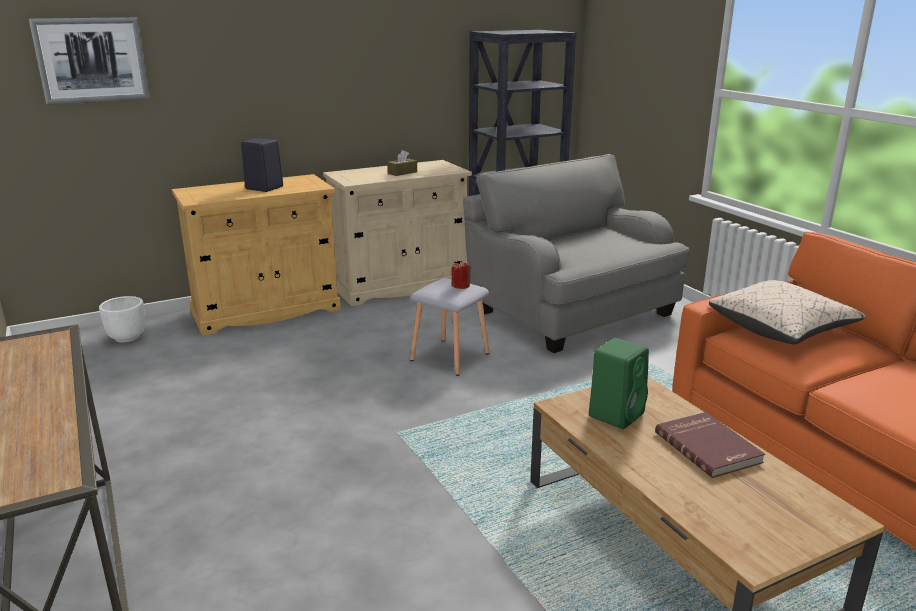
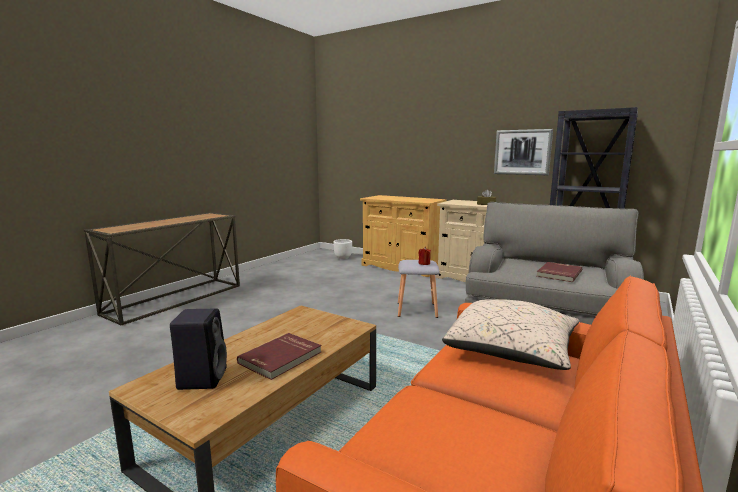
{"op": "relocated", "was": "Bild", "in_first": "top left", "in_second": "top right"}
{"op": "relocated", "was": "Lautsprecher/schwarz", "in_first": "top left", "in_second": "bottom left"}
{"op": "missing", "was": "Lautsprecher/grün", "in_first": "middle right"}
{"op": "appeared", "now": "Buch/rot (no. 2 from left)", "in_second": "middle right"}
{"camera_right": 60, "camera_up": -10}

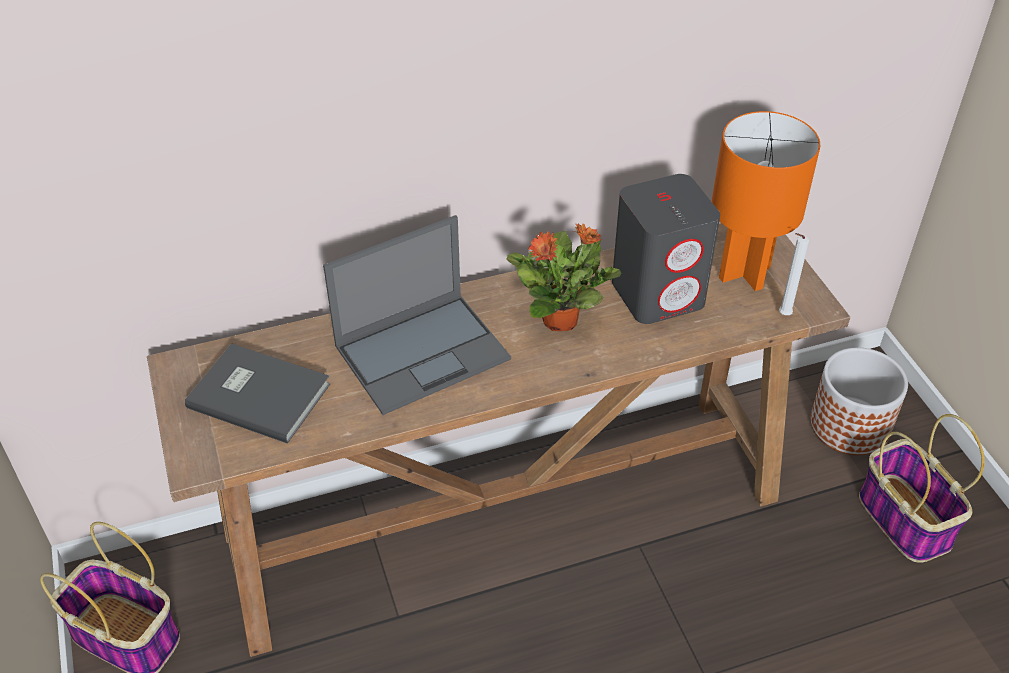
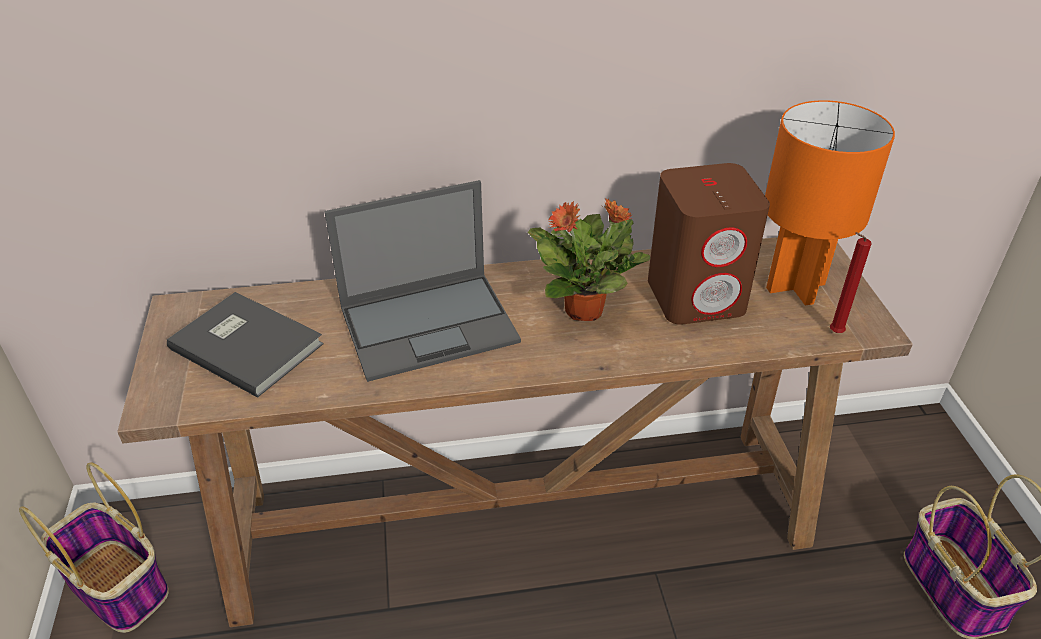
{"op": "colour", "was": "Lautsprecher/grau", "now": "Lautsprecher/braun", "in_first": "centre", "in_second": "middle right"}
{"op": "colour", "was": "Kerze/weiß", "now": "Kerze/rot", "in_first": "middle right", "in_second": "middle right"}
{"op": "missing", "was": "Pflanzkübel", "in_first": "middle right"}
{"camera_right": 10, "camera_up": -5}

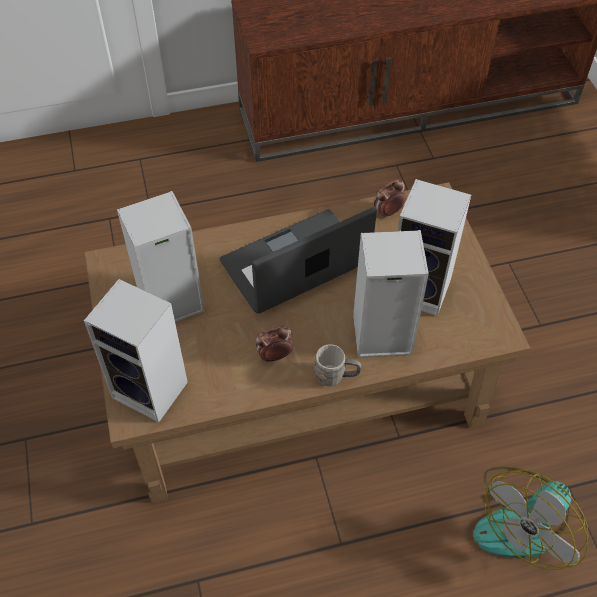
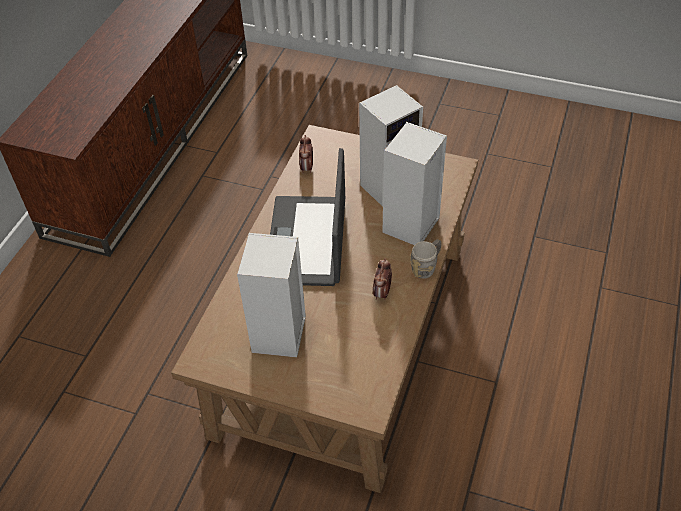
{"op": "missing", "was": "Lautsprecher (no. 1 from left)", "in_first": "middle left"}
{"op": "missing", "was": "Ventilator", "in_first": "bottom right"}
{"camera_right": -55, "camera_up": -5}

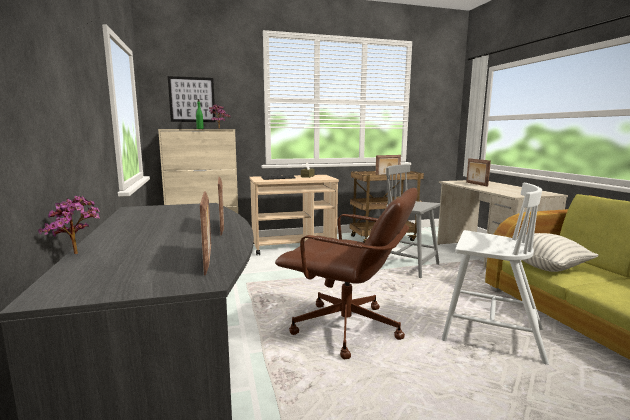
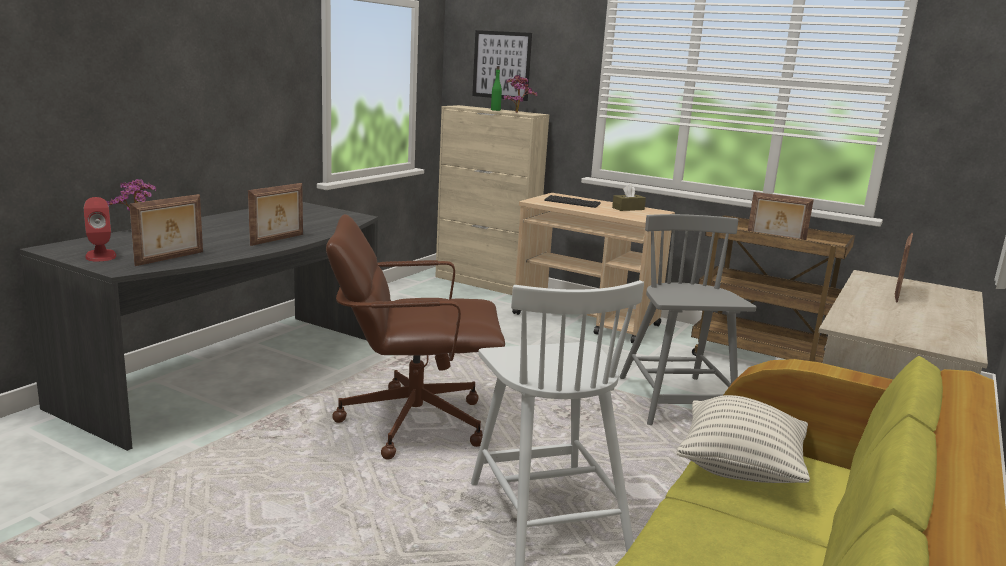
{"op": "spun", "was": "Bürostuhl/braun", "in_first": "centre", "in_second": "centre", "clockwise": 105}
{"op": "appeared", "now": "Lautsprecher/rot", "in_second": "middle left"}
{"camera_right": 45, "camera_up": 5}

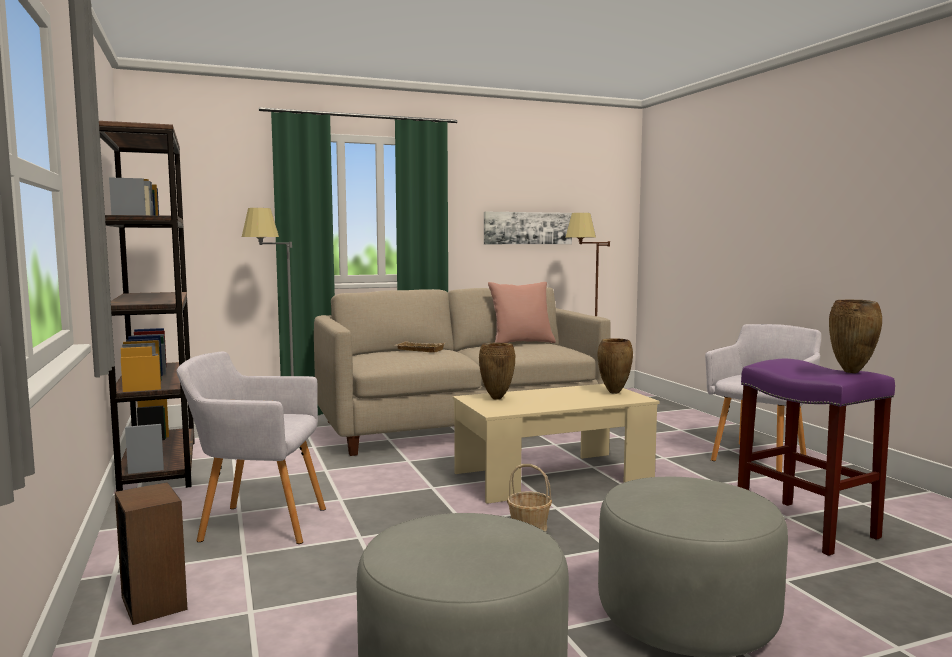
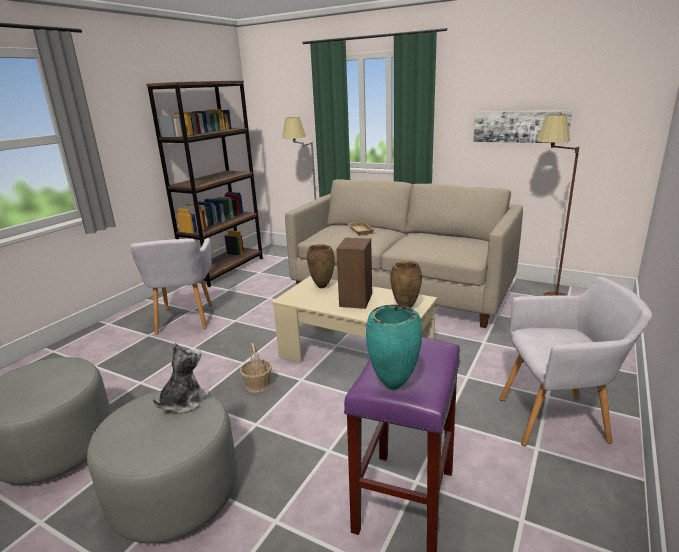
{"op": "relocated", "was": "Lautsprecher", "in_first": "bottom left", "in_second": "centre"}
{"op": "spun", "was": "Sessel/grau (no. 1 from left)", "in_first": "bottom left", "in_second": "middle left", "clockwise": -150}
{"op": "missing", "was": "Kissen/rosa", "in_first": "centre"}
{"op": "colour", "was": "Vase/braun (no. 3 from left)", "now": "Vase/türkis", "in_first": "middle right", "in_second": "centre"}
{"op": "appeared", "now": "Plüschtier", "in_second": "bottom left"}
{"camera_right": 50, "camera_up": 15}

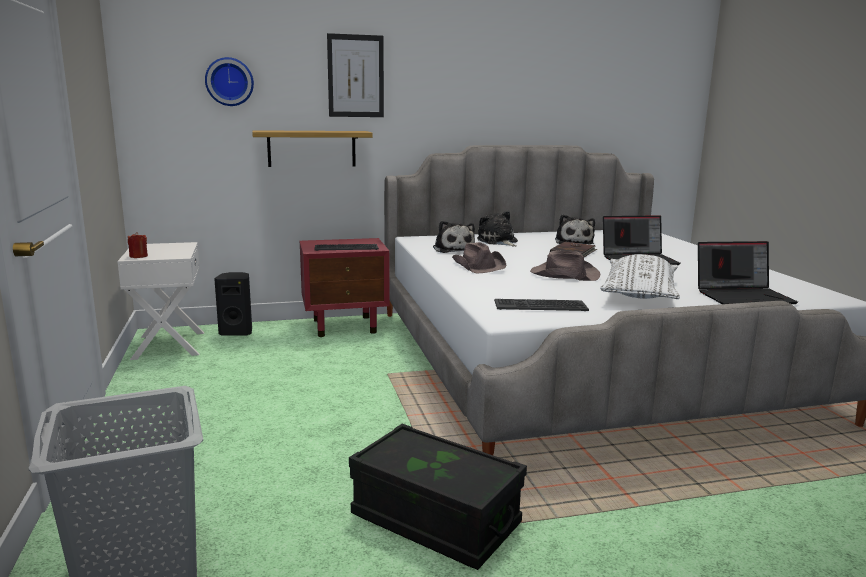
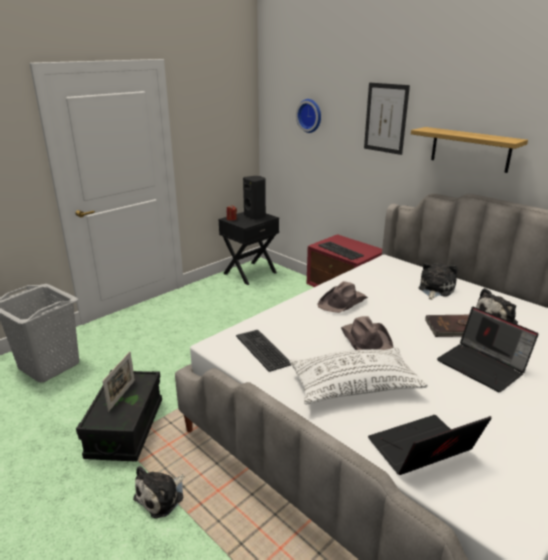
{"op": "colour", "was": "Nachttisch/weiß", "now": "Nachttisch/schwarz", "in_first": "middle left", "in_second": "centre"}
{"op": "relocated", "was": "Lautsprecher/schwarz", "in_first": "middle left", "in_second": "centre"}
{"op": "relocated", "was": "Wandregal", "in_first": "top centre", "in_second": "top right"}
{"op": "relocated", "was": "Plüschtier (no. 1 from left)", "in_first": "centre", "in_second": "bottom left"}
{"op": "spun", "was": "Laptop (no. 2 from left in the first image)", "in_first": "middle right", "in_second": "bottom right", "clockwise": 105}
{"op": "appeared", "now": "Bilderrahmen", "in_second": "bottom left"}
{"camera_right": 60, "camera_up": 10}

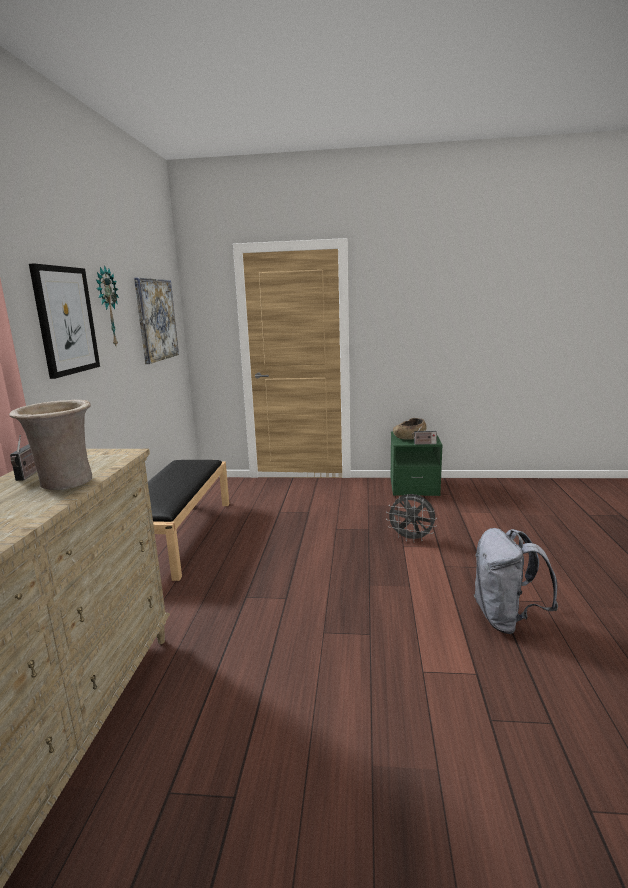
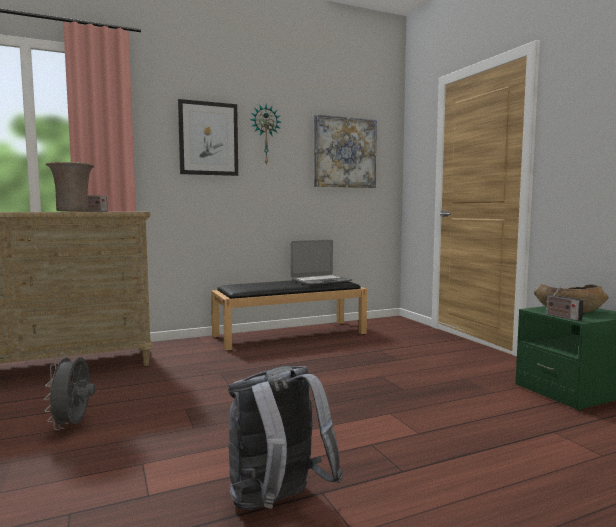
{"op": "relocated", "was": "Ventilator/grau", "in_first": "centre", "in_second": "bottom left"}
{"op": "appeared", "now": "Laptop", "in_second": "centre"}
{"camera_right": 60, "camera_up": -10}

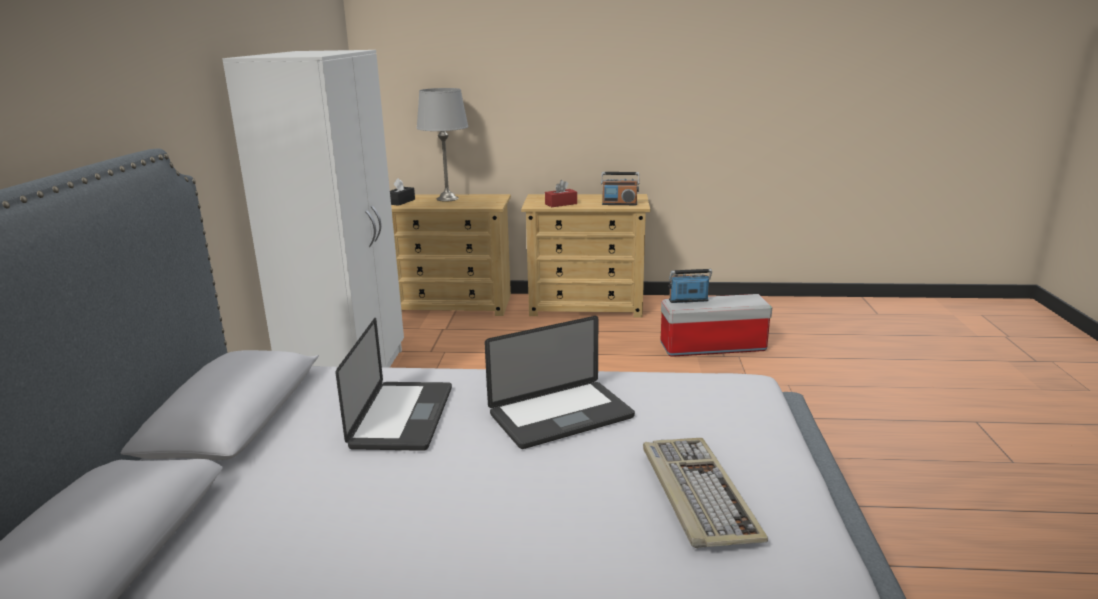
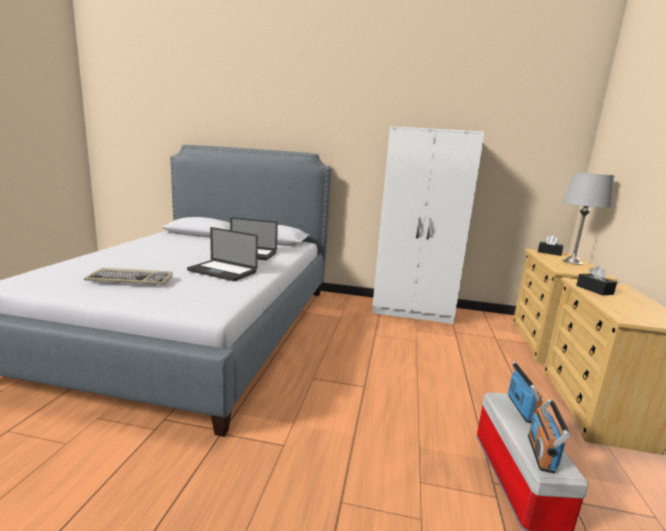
{"op": "spun", "was": "Laptop (no. 2 from left in the first image)", "in_first": "centre", "in_second": "centre", "clockwise": -45}
{"op": "colour", "was": "Taschentuchbox/rot", "now": "Taschentuchbox/schwarz (no. 2 from left)", "in_first": "top centre", "in_second": "middle right"}
{"op": "relocated", "was": "Radio (no. 1 from left in the first image)", "now": "Radio (no. 2 from left)", "in_first": "top centre", "in_second": "bottom right"}
{"camera_right": 95, "camera_up": -5}

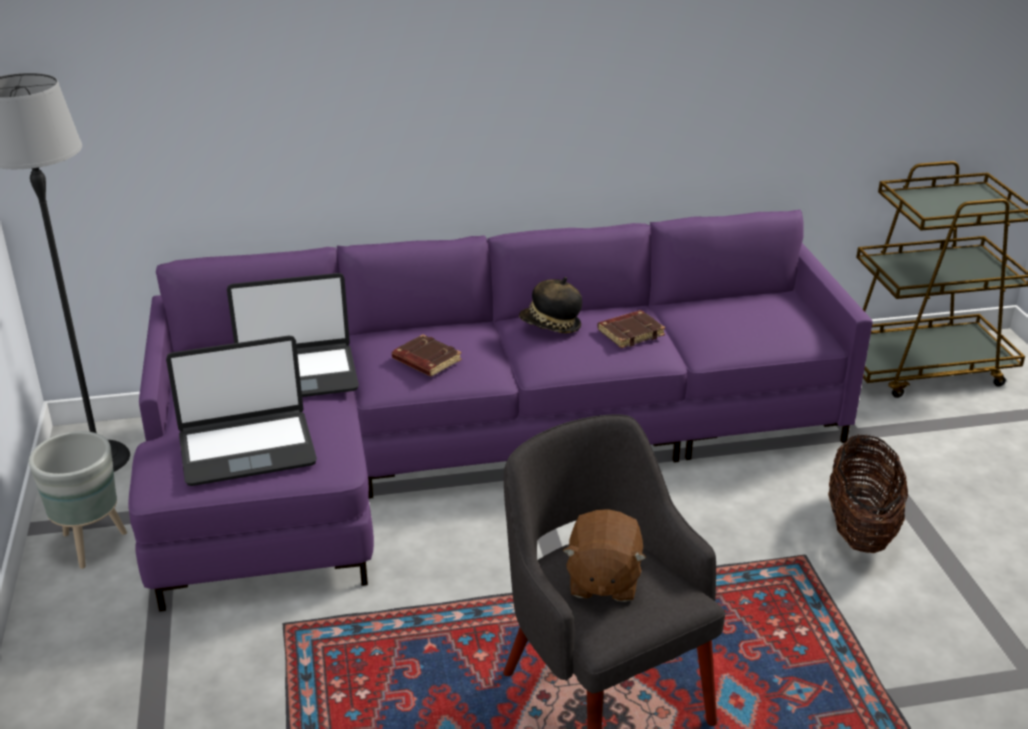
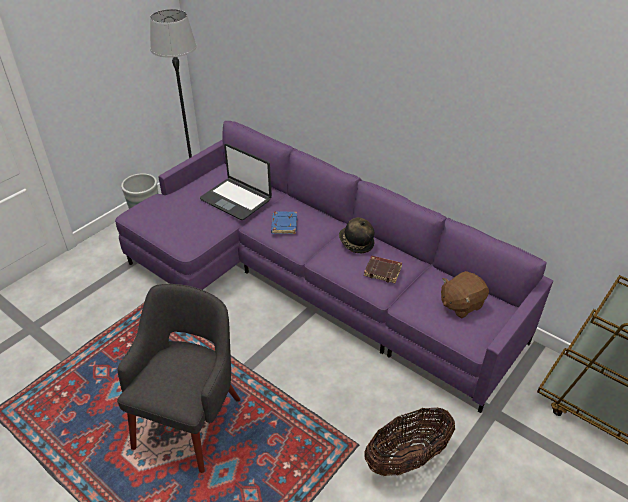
{"op": "missing", "was": "Laptop (no. 1 from left)", "in_first": "middle left"}
{"op": "colour", "was": "Buch/braun (no. 1 from left)", "now": "Buch/blau", "in_first": "centre", "in_second": "centre"}
{"op": "relocated", "was": "Plüschtier/braun", "in_first": "bottom centre", "in_second": "middle right"}
{"camera_right": 50, "camera_up": 10}

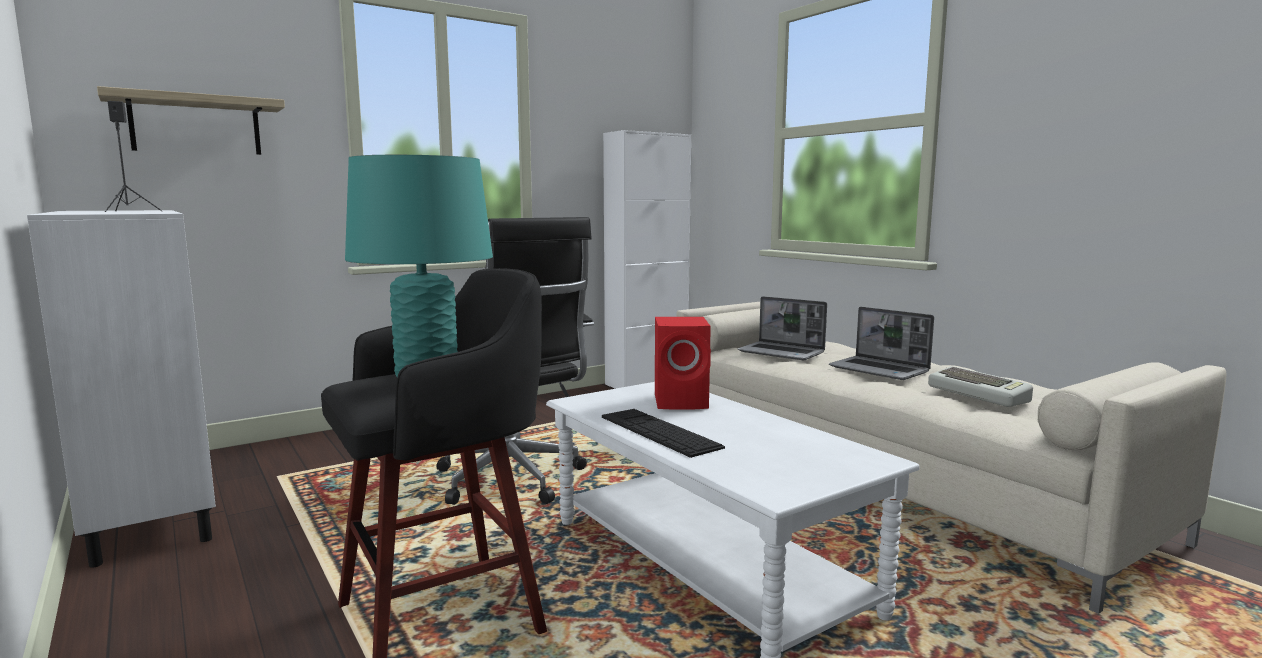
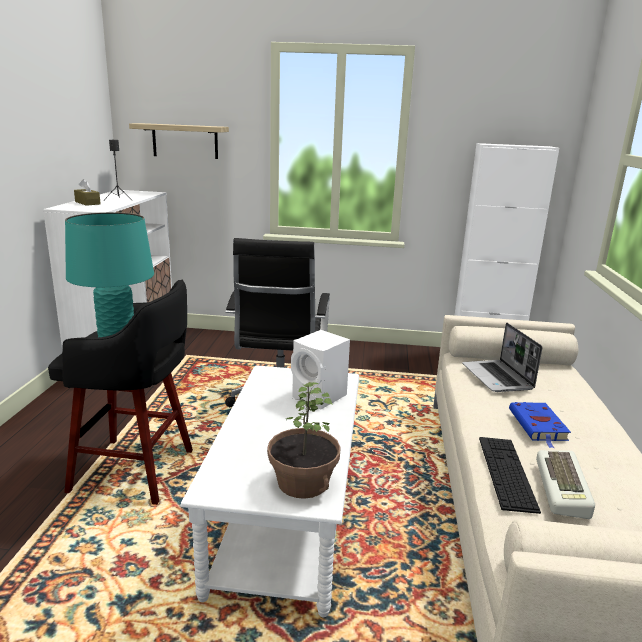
{"op": "relocated", "was": "Tastatur (no. 1 from left)", "in_first": "centre", "in_second": "bottom right"}
{"op": "colour", "was": "Lautsprecher/rot", "now": "Lautsprecher/weiß", "in_first": "centre", "in_second": "centre"}
{"op": "exchanged", "was": "Laptop (no. 2 from left)", "now": "Buch/blau", "in_first": "middle right", "in_second": "middle right"}
{"op": "appeared", "now": "Taschentuchbox/braun", "in_second": "top left"}
{"op": "appeared", "now": "Topfpflanze", "in_second": "bottom centre"}
{"camera_right": 40, "camera_up": 10}

